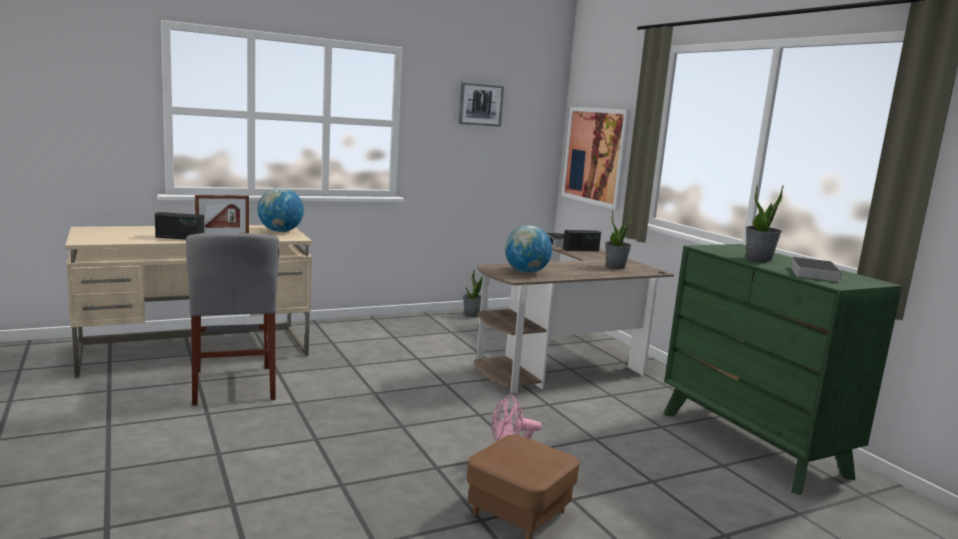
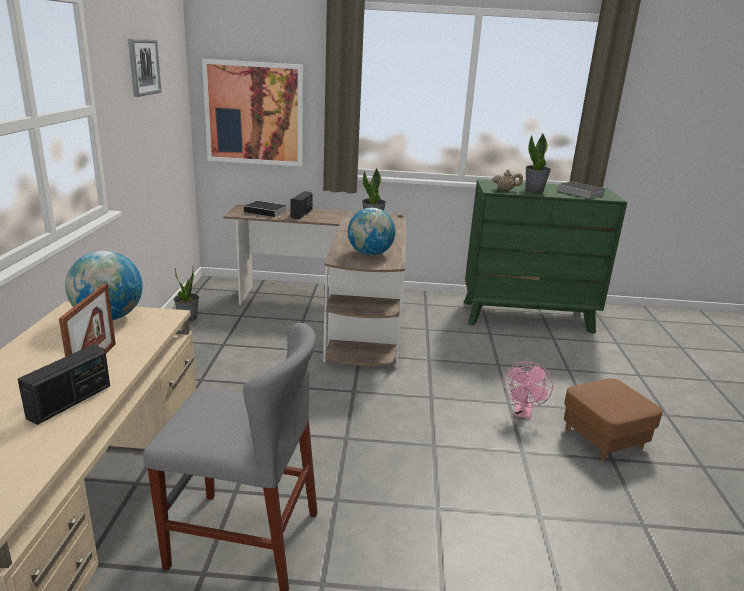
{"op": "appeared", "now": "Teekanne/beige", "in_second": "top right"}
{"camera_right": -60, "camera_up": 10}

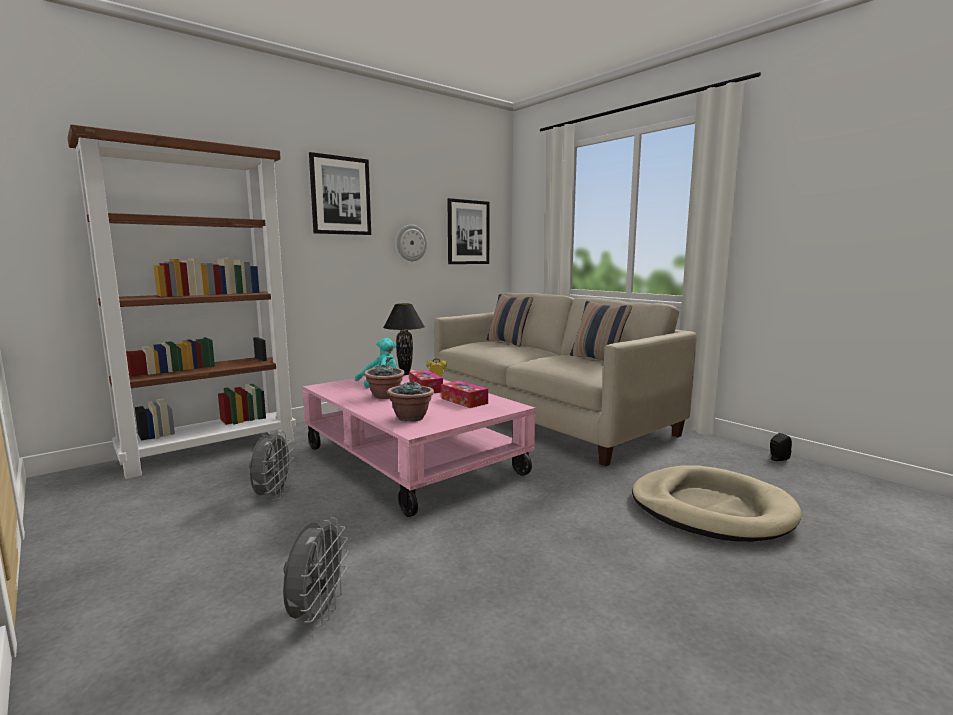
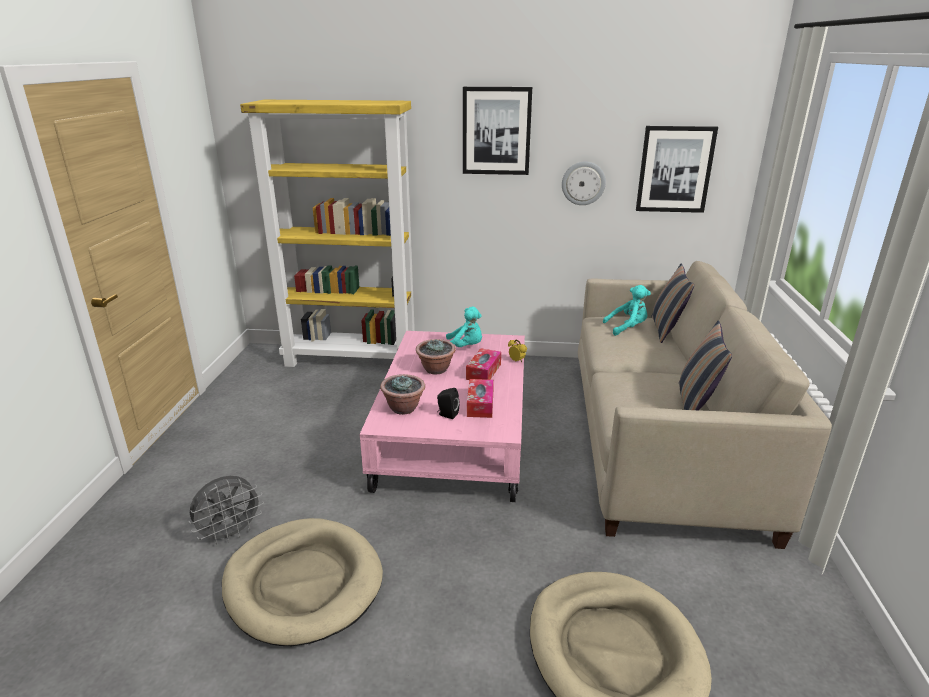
{"op": "colour", "was": "Bücherregal/braun", "now": "Bücherregal/gelb", "in_first": "middle left", "in_second": "centre"}
{"op": "missing", "was": "Ventilator/grau (no. 1 from left)", "in_first": "middle left"}
{"op": "missing", "was": "Tischlampe/schwarz", "in_first": "centre"}
{"op": "relocated", "was": "Lautsprecher/schwarz", "in_first": "middle right", "in_second": "centre"}
{"op": "appeared", "now": "Hundebett/beige (no. 1 from left)", "in_second": "bottom left"}
{"op": "appeared", "now": "Plüschtier/türkis (no. 2 from left)", "in_second": "middle right"}
{"camera_right": 45, "camera_up": 15}

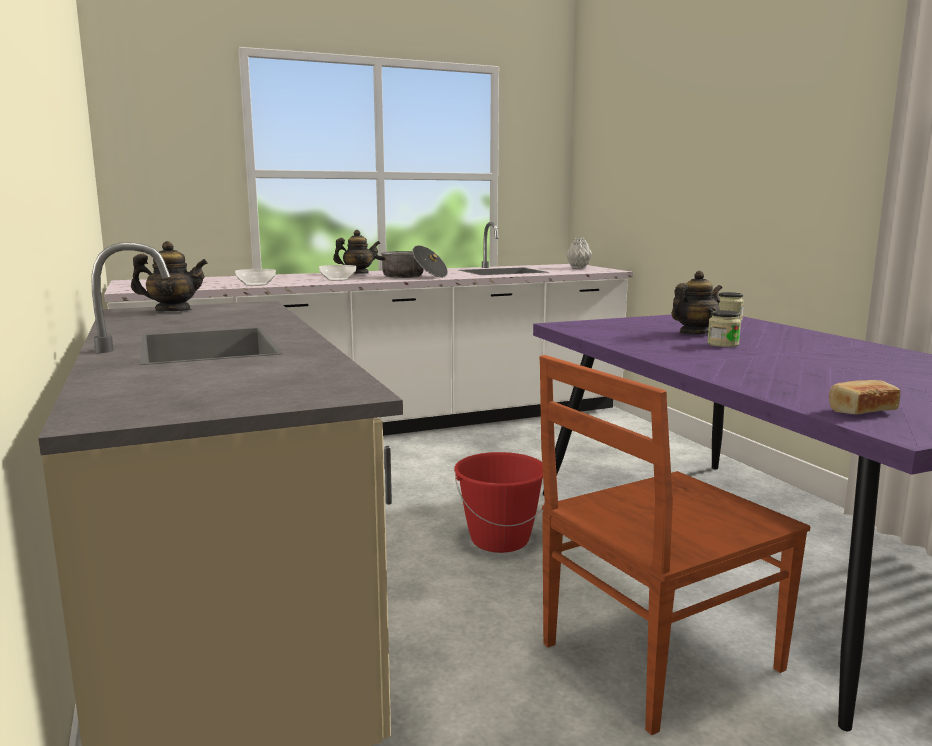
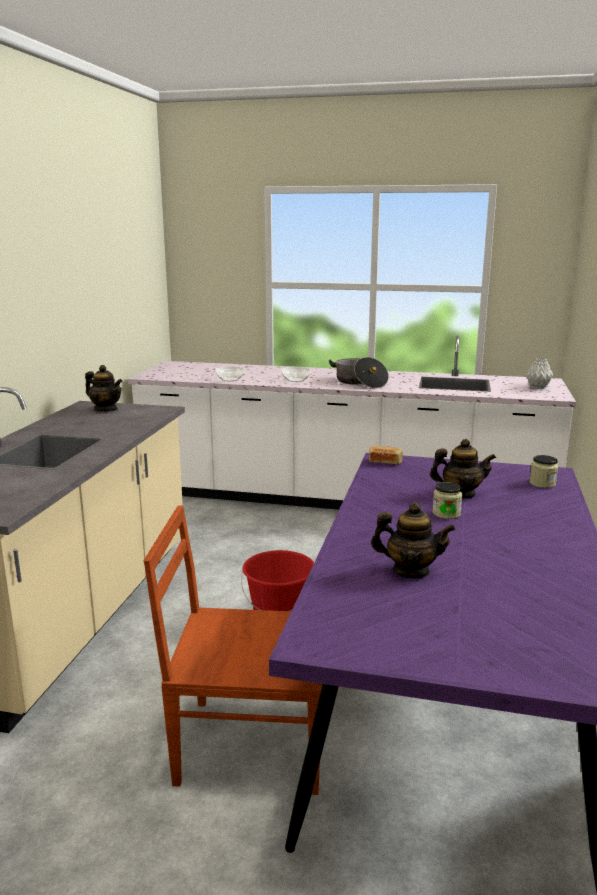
{"op": "relocated", "was": "Teekanne (no. 2 from left)", "in_first": "centre", "in_second": "middle right"}
{"op": "relocated", "was": "Brot", "in_first": "middle right", "in_second": "centre"}
{"camera_right": 35, "camera_up": 5}

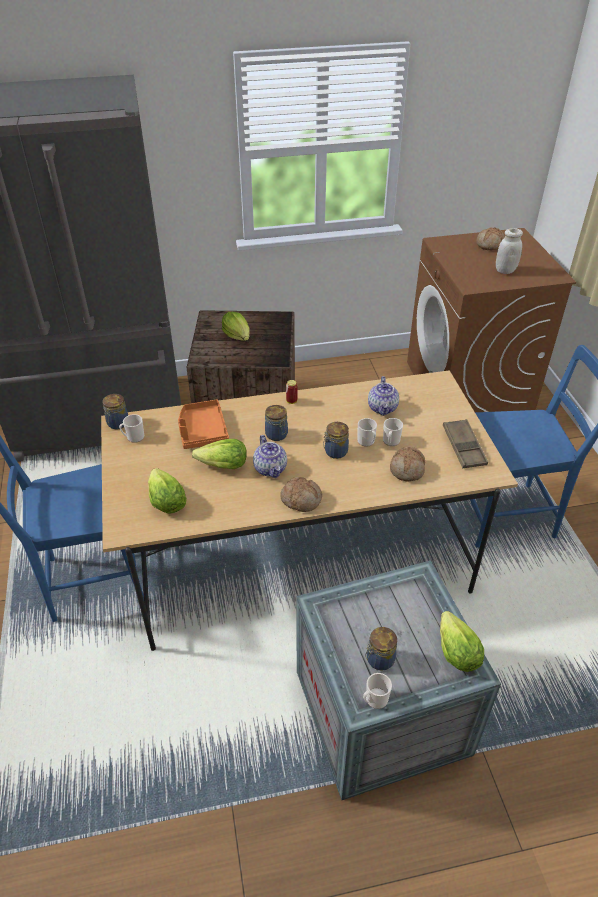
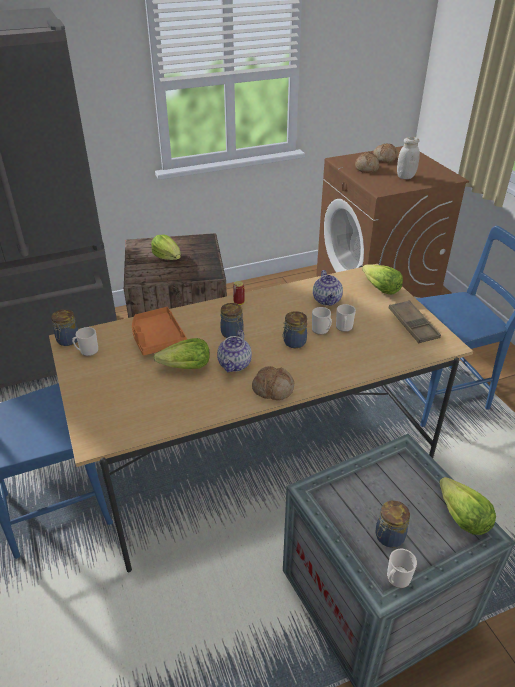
{"op": "relocated", "was": "Salatkopf (no. 1 from left in the first image)", "now": "Salatkopf (no. 3 from left)", "in_first": "middle left", "in_second": "middle right"}
{"op": "spun", "was": "Teekanne (no. 1 from left)", "in_first": "centre", "in_second": "centre", "clockwise": 45}
{"op": "relocated", "was": "Brot (no. 2 from left)", "in_first": "middle right", "in_second": "top right"}
{"camera_right": -10, "camera_up": -5}

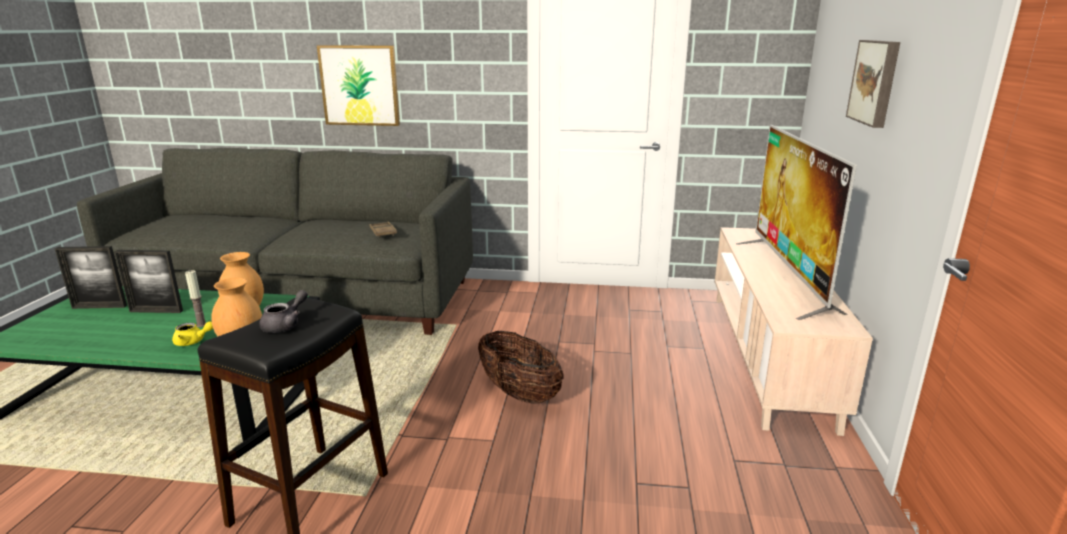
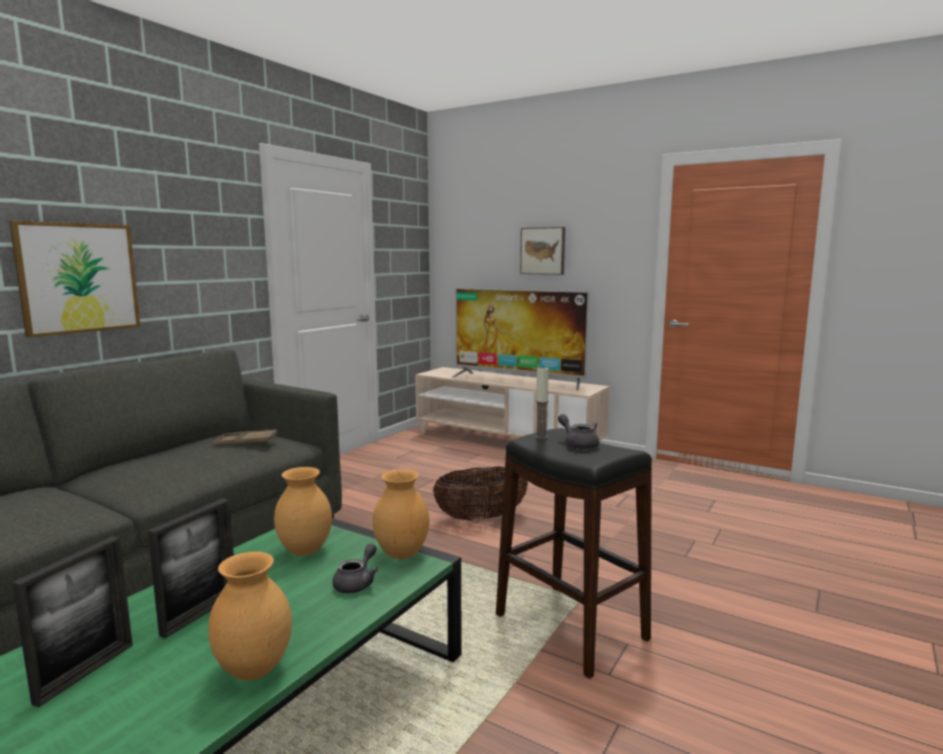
{"op": "colour", "was": "Teekanne/gelb", "now": "Teekanne/grau (no. 1 from left)", "in_first": "middle left", "in_second": "bottom centre"}
{"op": "relocated", "was": "Kerze", "in_first": "middle left", "in_second": "centre"}
{"op": "appeared", "now": "Vase/braun (no. 1 from left)", "in_second": "bottom left"}
{"camera_right": -65, "camera_up": -10}

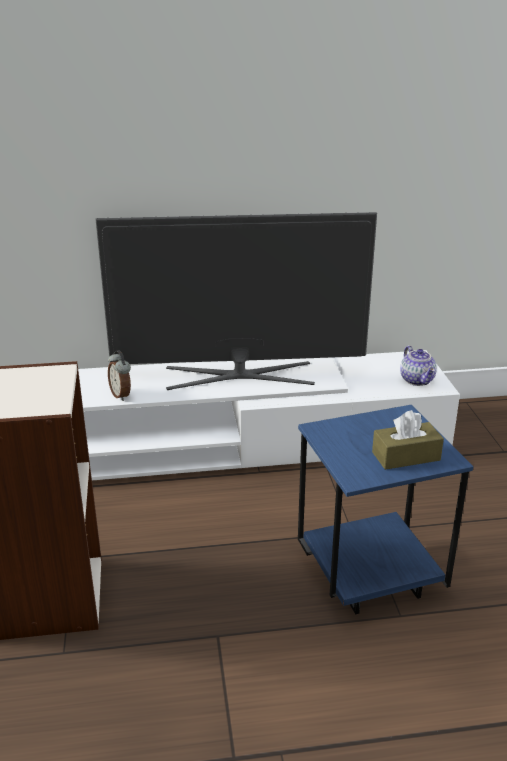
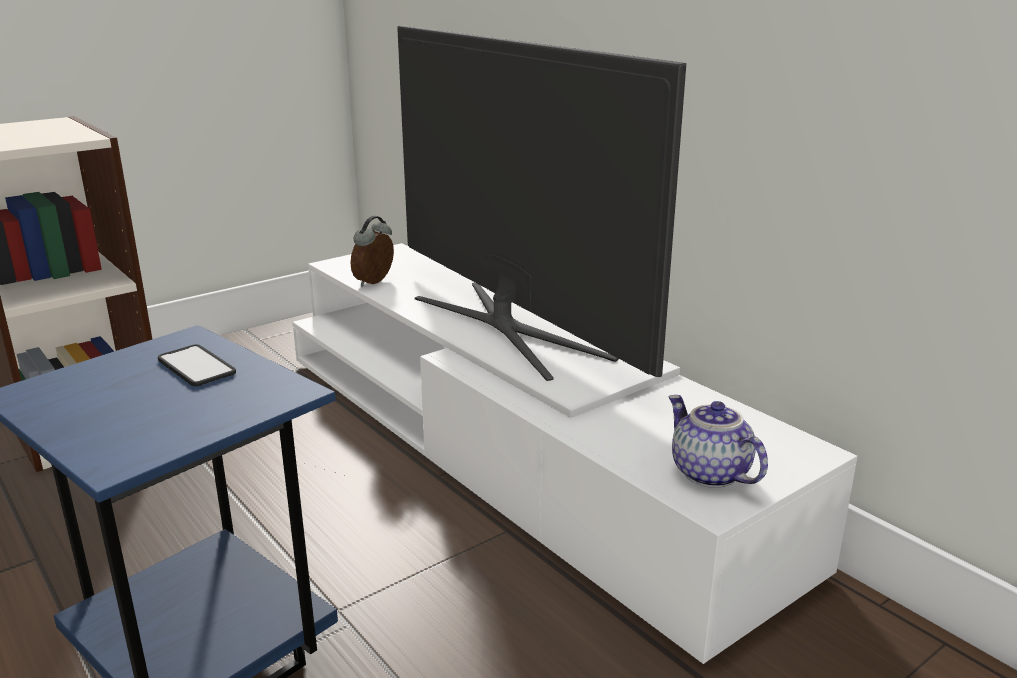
{"op": "missing", "was": "Taschentuchbox/braun", "in_first": "middle right"}
{"op": "spun", "was": "Teekanne", "in_first": "middle right", "in_second": "middle right", "clockwise": 105}
{"op": "appeared", "now": "Handy", "in_second": "middle left"}
{"camera_right": 60, "camera_up": -5}

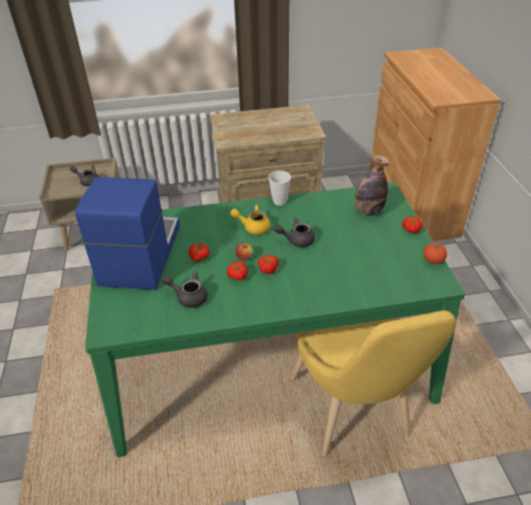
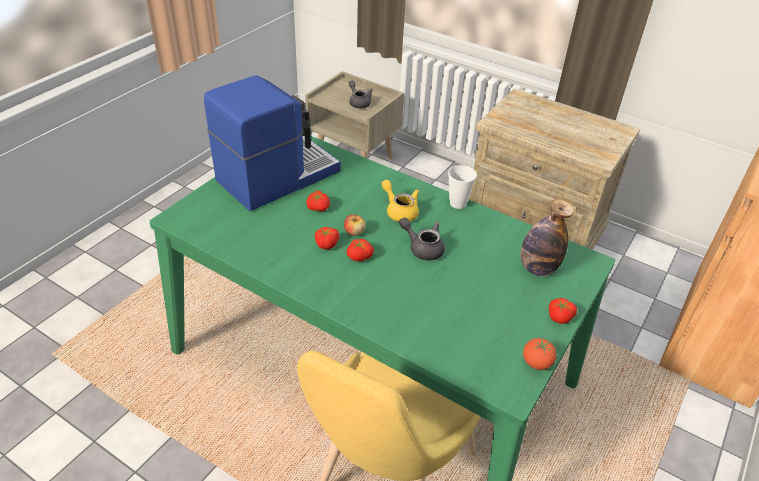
{"op": "missing", "was": "Teekanne/grau (no. 2 from left)", "in_first": "centre"}
{"camera_right": 40, "camera_up": 0}

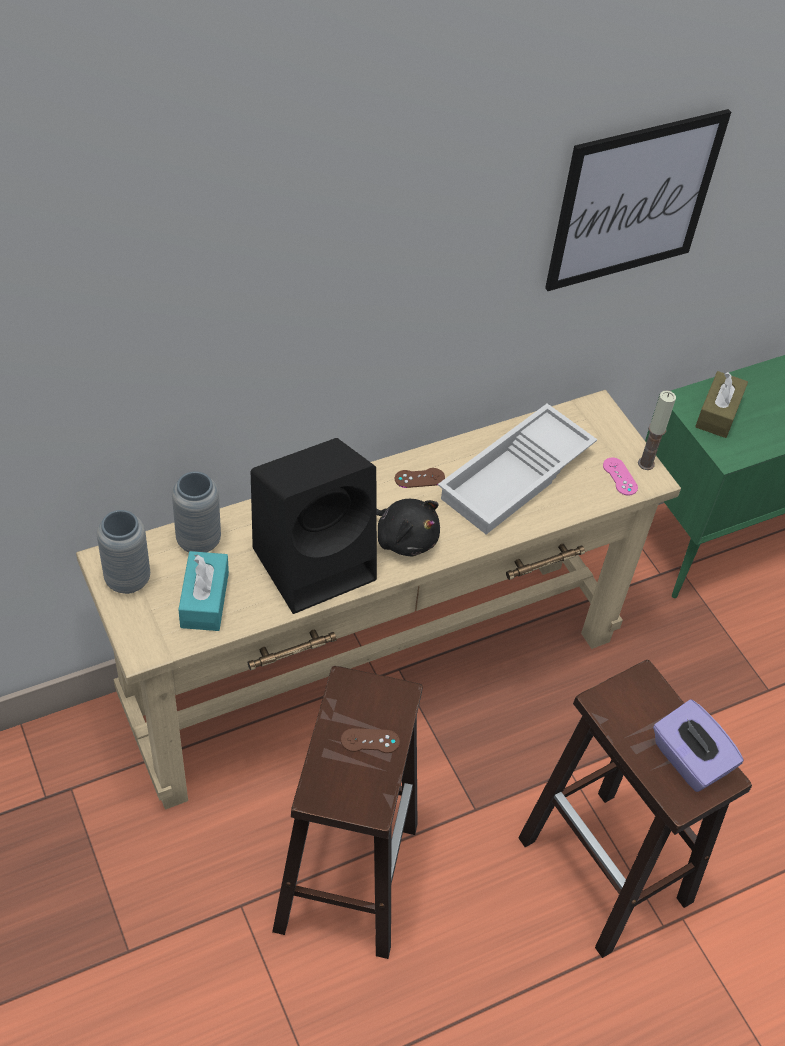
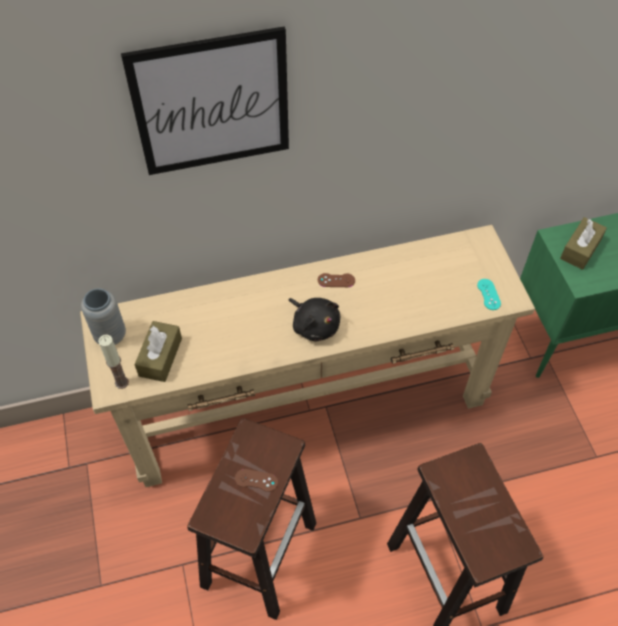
{"op": "missing", "was": "Vase/grau (no. 2 from left)", "in_first": "middle left"}
{"op": "colour", "was": "Taschentuchbox/türkis", "now": "Taschentuchbox/braun (no. 1 from left)", "in_first": "middle left", "in_second": "middle left"}
{"op": "missing", "was": "Lautsprecher/schwarz", "in_first": "centre"}
{"op": "missing", "was": "Tablett/weiß", "in_first": "centre"}
{"op": "relocated", "was": "Bild", "in_first": "top right", "in_second": "top left"}
{"op": "colour", "was": "Gamepad/rosa", "now": "Gamepad/türkis", "in_first": "middle right", "in_second": "middle right"}
{"op": "relocated", "was": "Kerze", "in_first": "middle right", "in_second": "middle left"}
{"op": "missing", "was": "Taschentuchbox/lila", "in_first": "bottom right"}
{"camera_right": 15, "camera_up": 5}

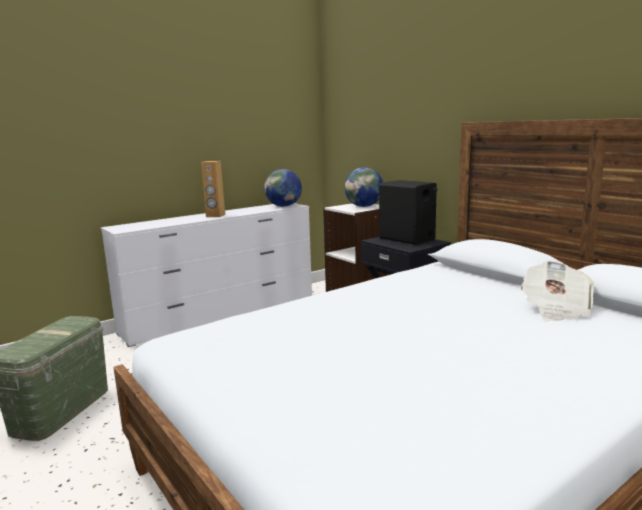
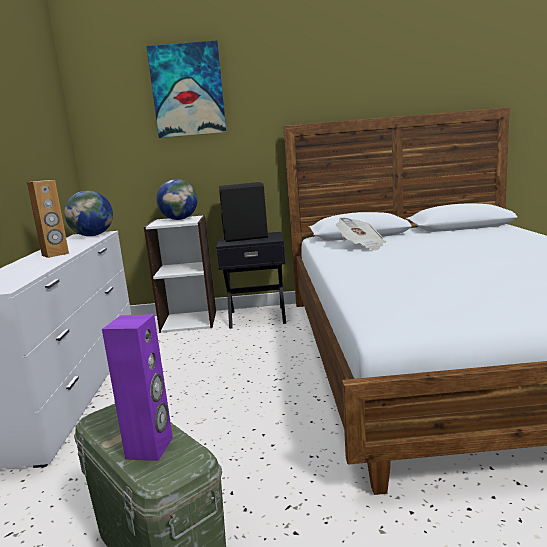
{"op": "relocated", "was": "Zeitung", "in_first": "middle right", "in_second": "centre"}
{"op": "appeared", "now": "Lautsprecher/lila", "in_second": "bottom left"}
{"op": "appeared", "now": "Bild", "in_second": "top centre"}
{"camera_right": -55, "camera_up": 0}

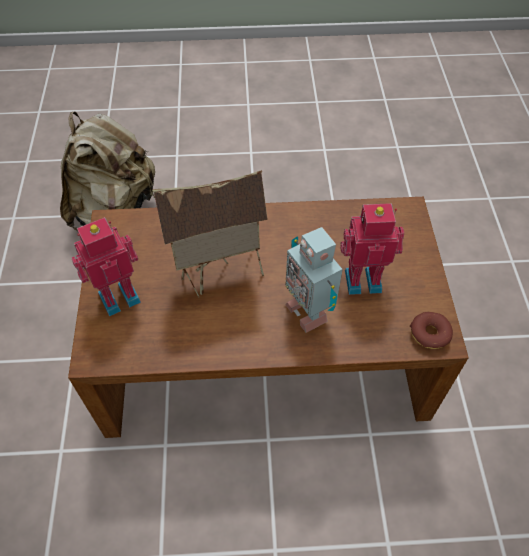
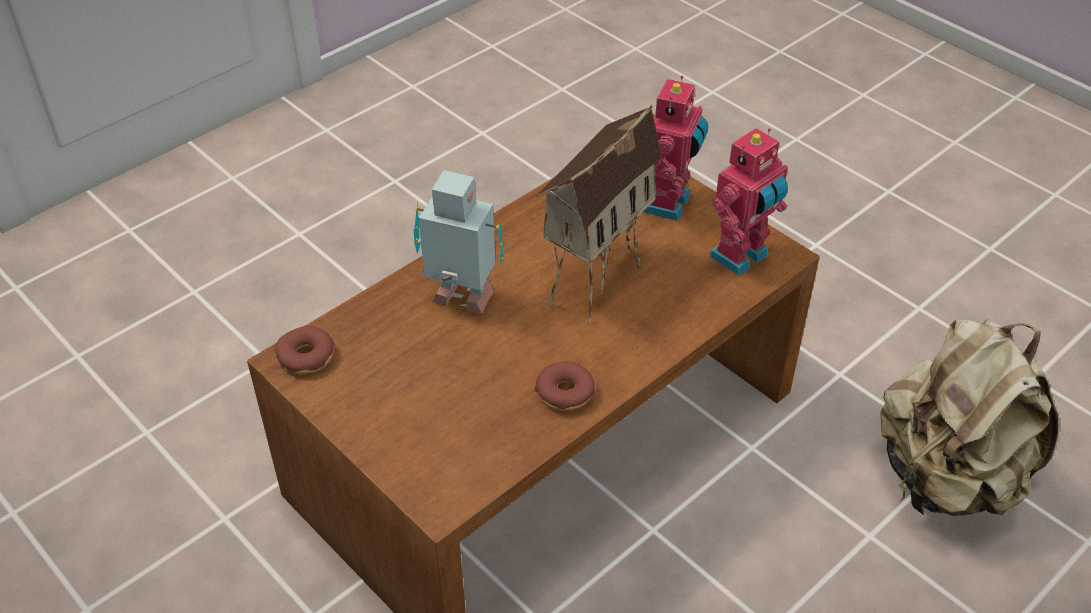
{"op": "relocated", "was": "Spielzeugroboter (no. 3 from left)", "in_first": "middle right", "in_second": "top right"}
{"op": "appeared", "now": "Donut (no. 2 from left)", "in_second": "centre"}
{"camera_right": 140, "camera_up": -10}

